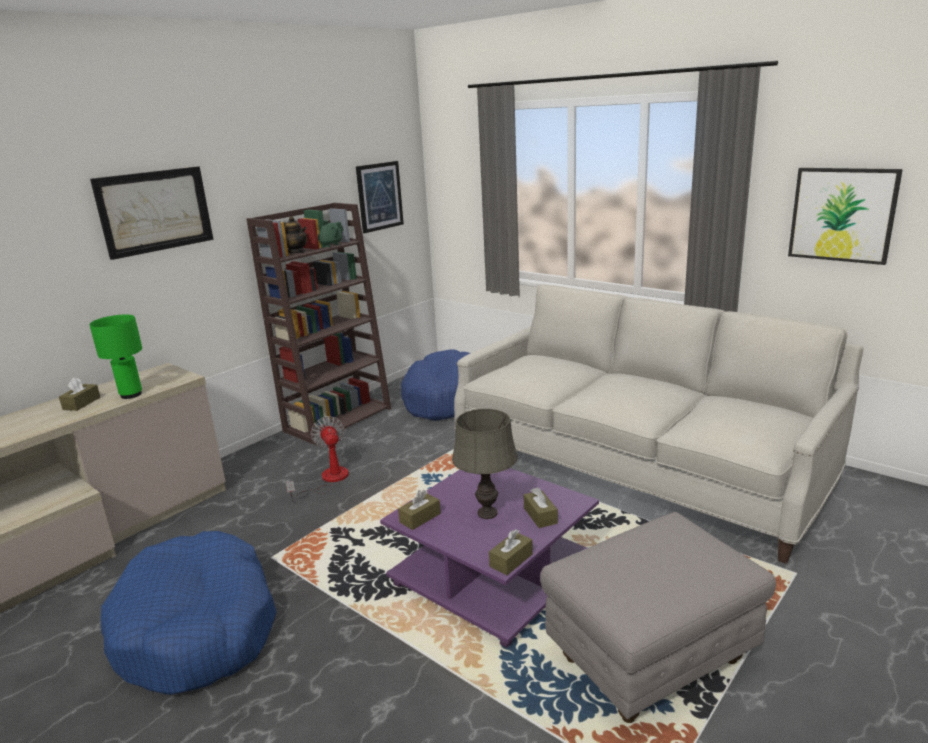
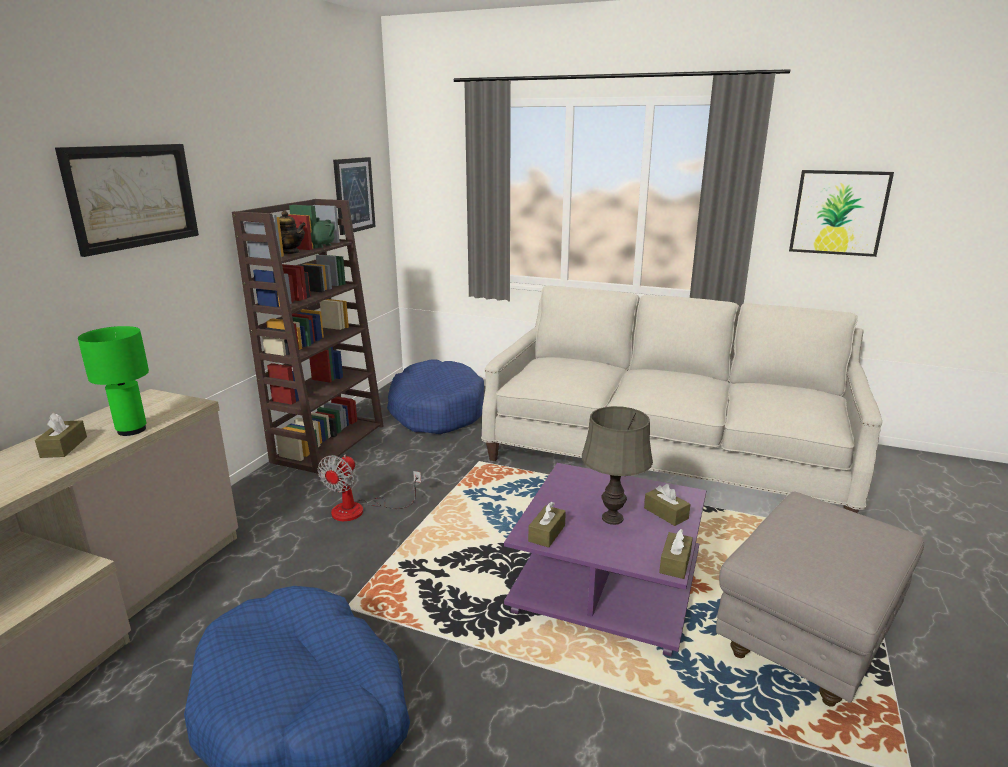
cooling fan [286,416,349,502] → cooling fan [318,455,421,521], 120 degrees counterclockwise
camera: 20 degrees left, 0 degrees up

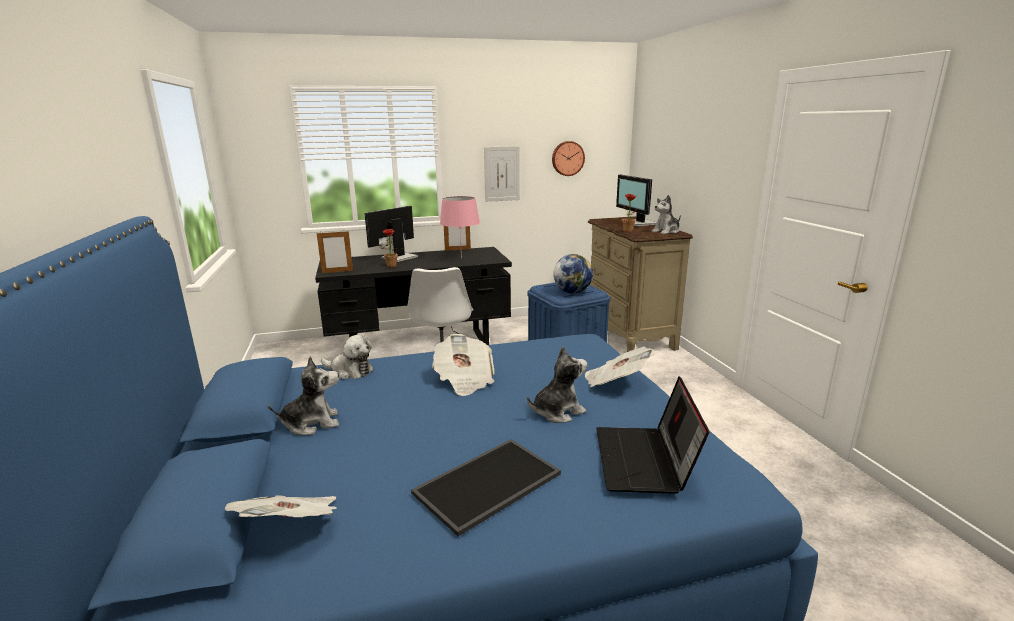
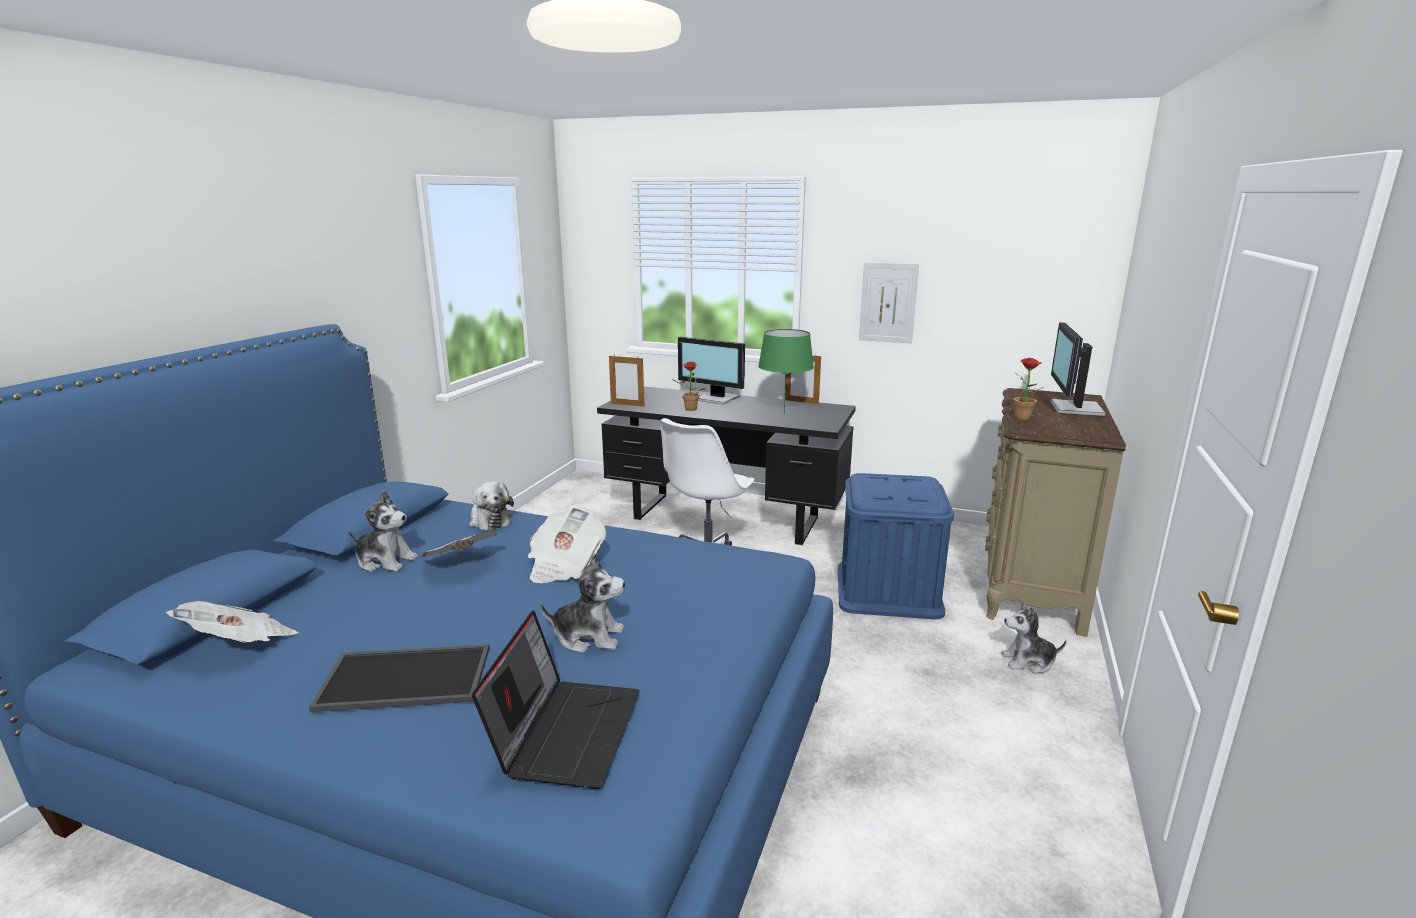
clock on the wall [552,141,585,176] → -
soft toy [651,195,681,234] → soft toy [1001,602,1067,674], shifted
lamp for a table (pinkish) [440,196,480,259] → lamp for a table (green) [758,329,814,415]
computer display [364,206,418,262] → computer display [678,336,745,405], 135 degrees counterclockwise
desk globe [553,254,593,294] → -
printed paper [584,347,655,387] → printed paper [421,530,498,558], shifted
laptop [596,376,709,494] → laptop [472,610,640,789], 150 degrees clockwise
camera: 35 degrees right, 0 degrees up

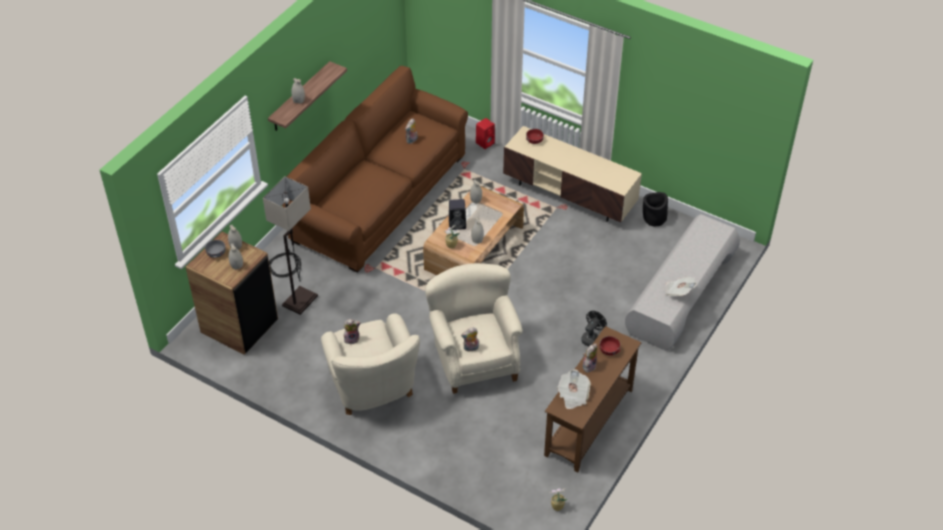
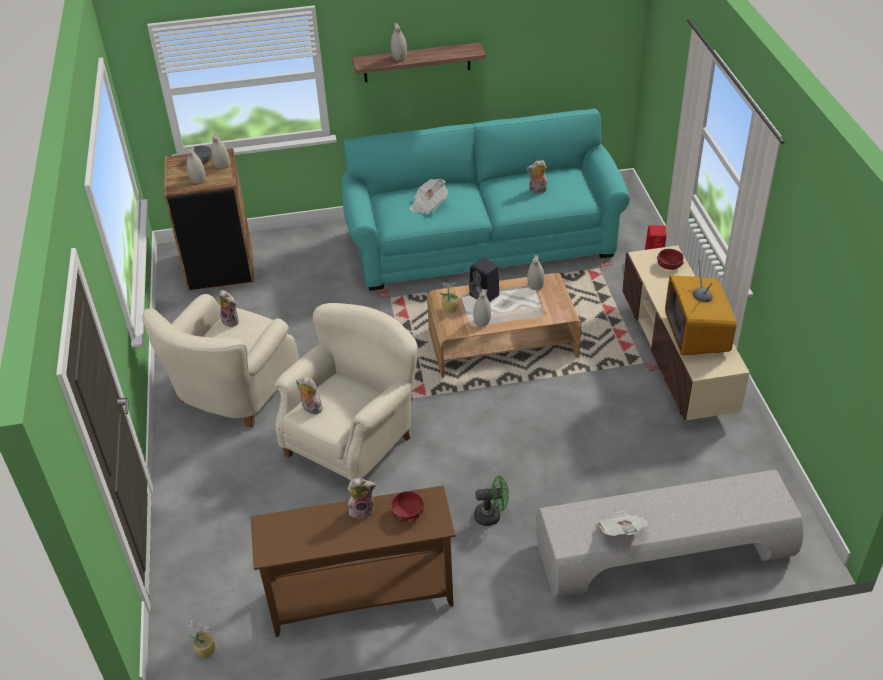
settee (brown-coloured) [282,66,468,273] → settee (blue-green) [341,108,630,291]
standing lamp [263,176,318,315] → -
planter (black) [643,192,668,226] → -
cooling fan (black) [581,311,607,346] → cooling fan (green) [474,476,509,526]
printed paper [557,370,591,409] → printed paper [410,179,448,214], shifted
- → television [665,260,737,356]
camera: 50 degrees right, 5 degrees down

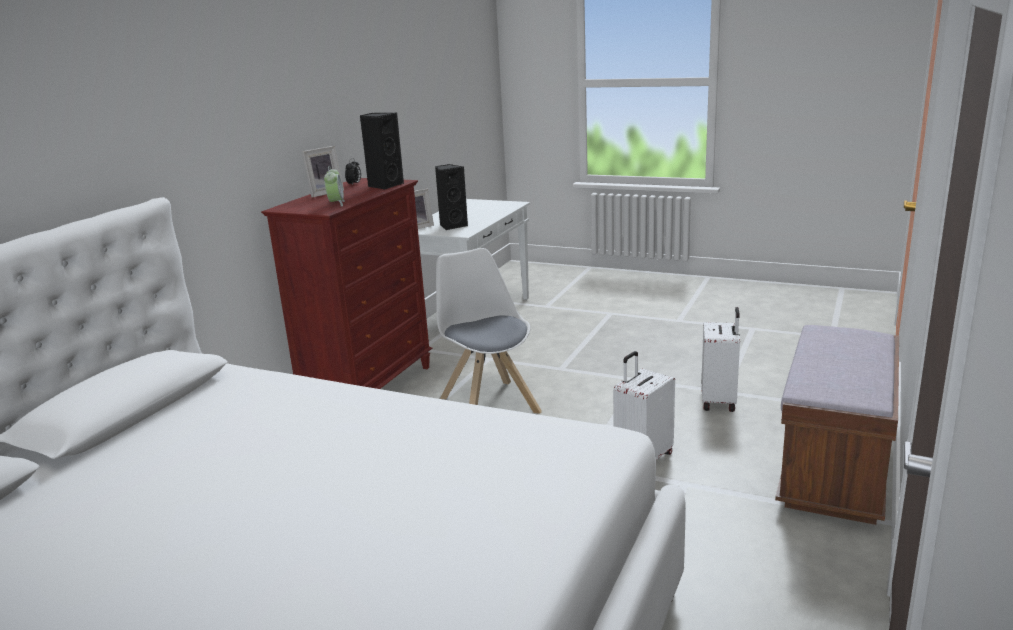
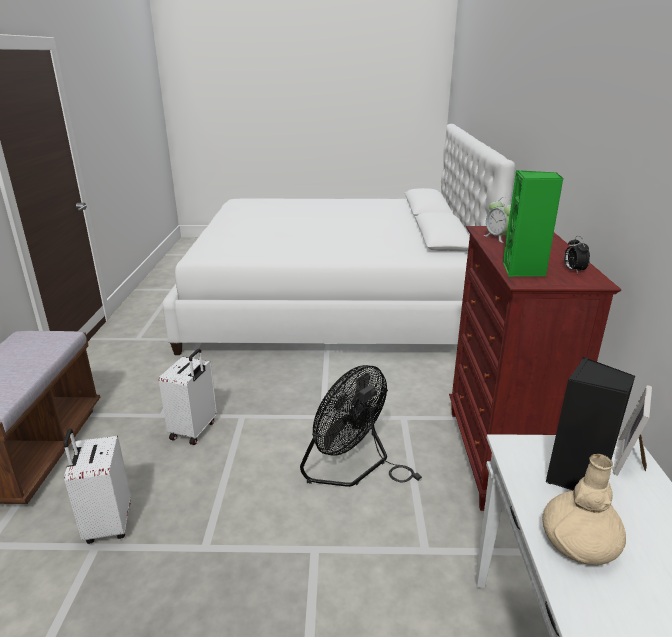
audio speaker (black) [360,113,404,190] → audio speaker (green) [503,170,564,277]
photo frame [301,146,344,198] → -
upright chair [436,248,542,414] → cooling fan (black) [300,365,422,487]
- → flower vase (sand-coloured) [542,454,626,565]
camera: 155 degrees right, 5 degrees up

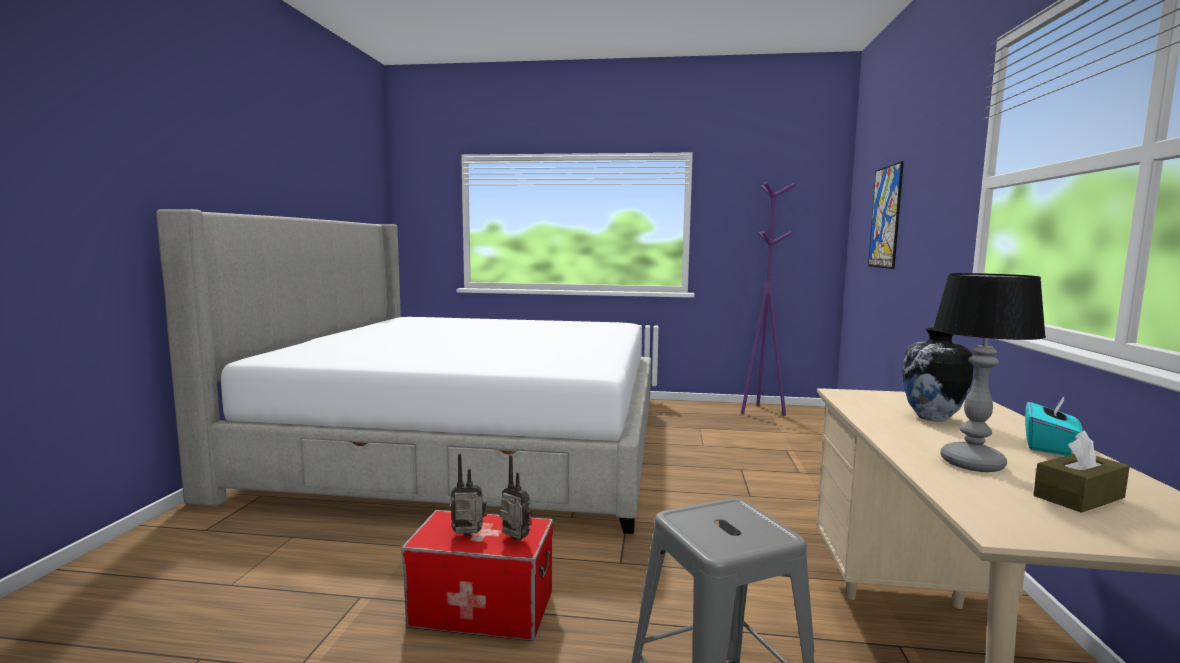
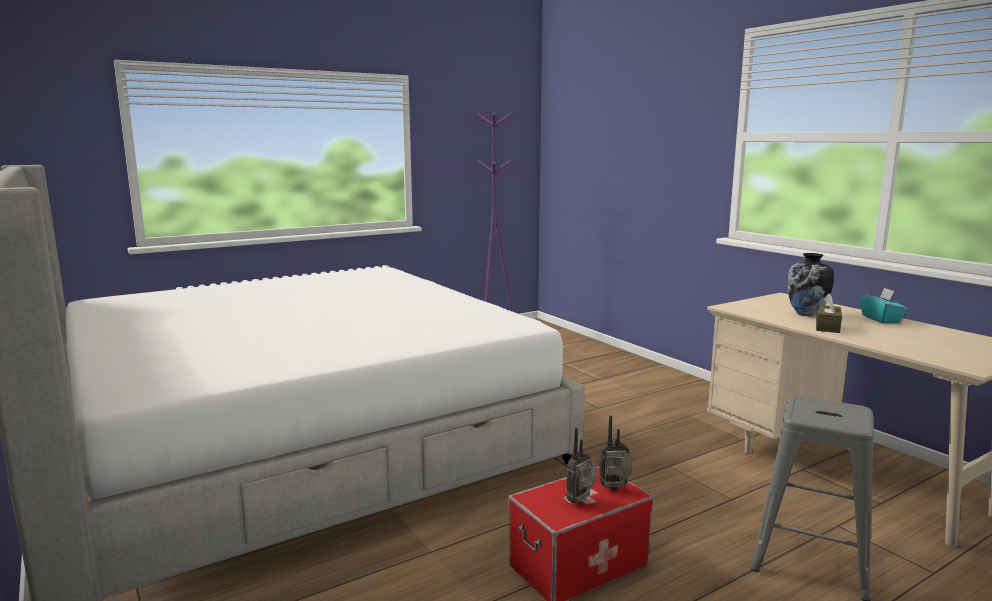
wall art [868,161,904,269] → -
lamp for a table [932,273,1046,472] → -
tissue box (brown-coloured) [1033,430,1130,513] → tissue box (brown-coloured) [816,293,842,333], shifted
camera: 40 degrees left, 5 degrees up

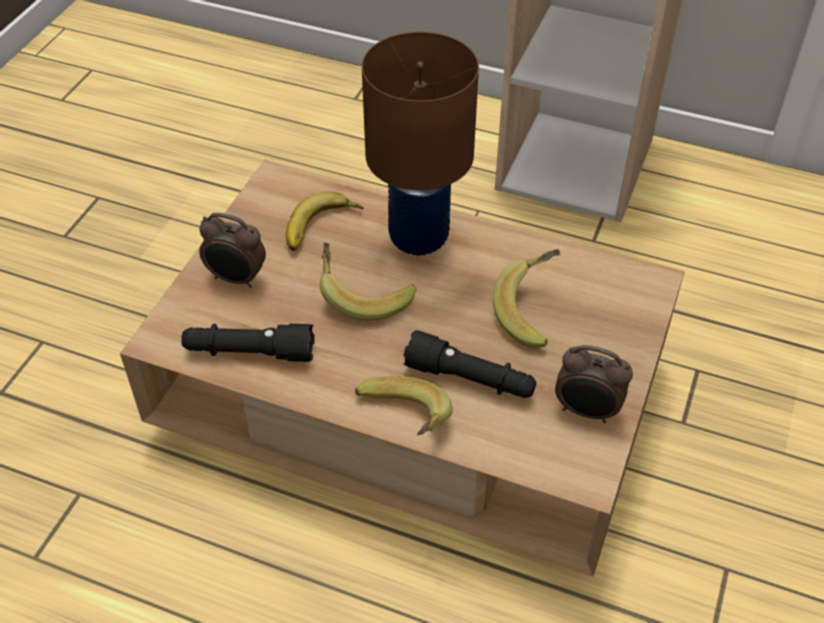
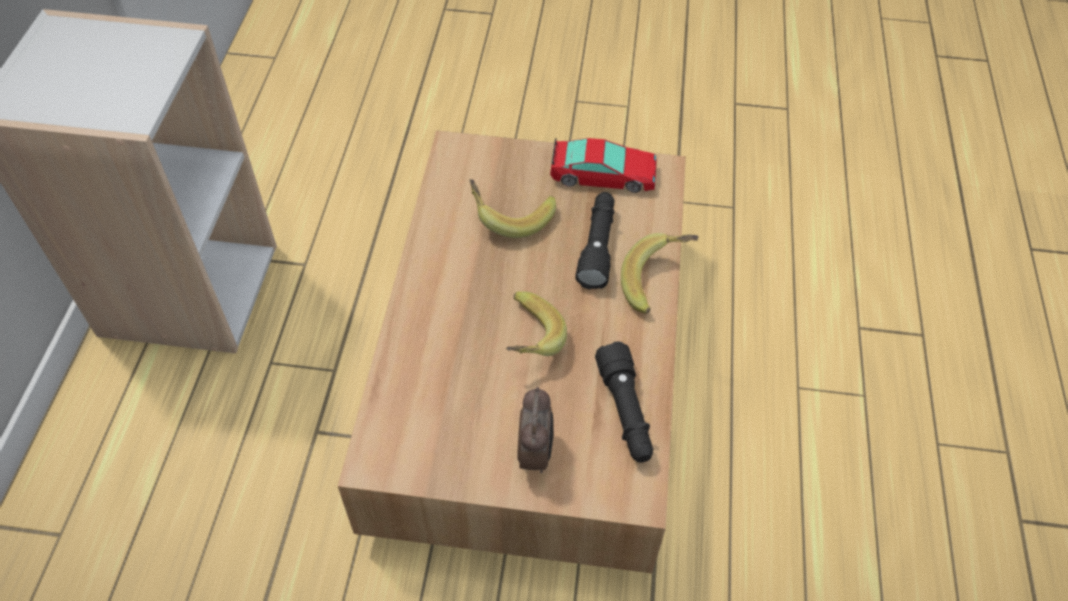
lamp for a table (brown-coloured) [362,32,479,256] → -
whole banana [286,191,363,250] → -
alarm clock [555,345,633,423] → toy car [550,138,657,193]
camera: 105 degrees left, 5 degrees up

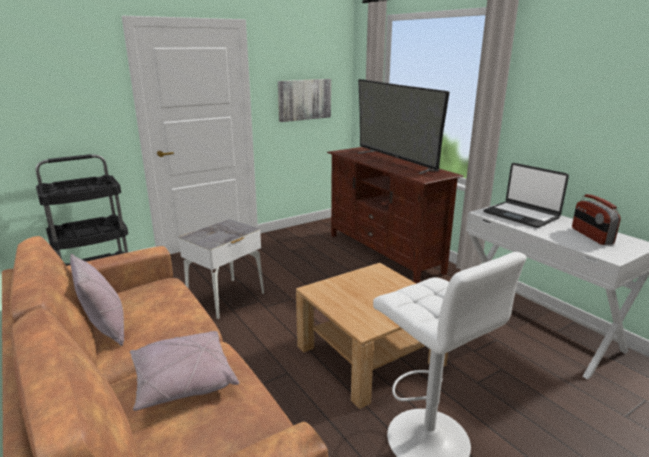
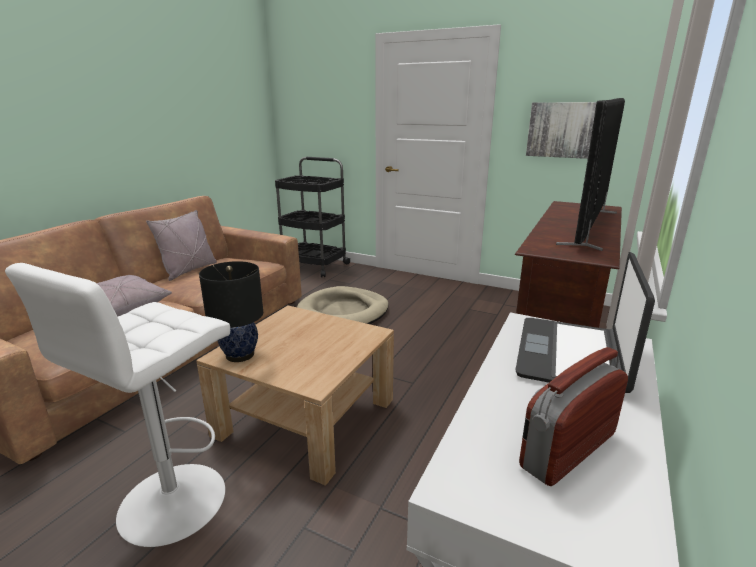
accent table [179,219,264,319] → dog cushion (sand-coloured) [297,286,389,324]
- → lamp for a table (black) [199,261,263,362]
camera: 60 degrees right, 0 degrees up

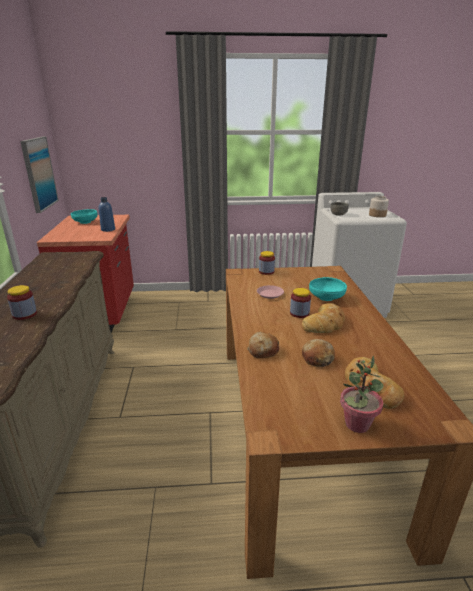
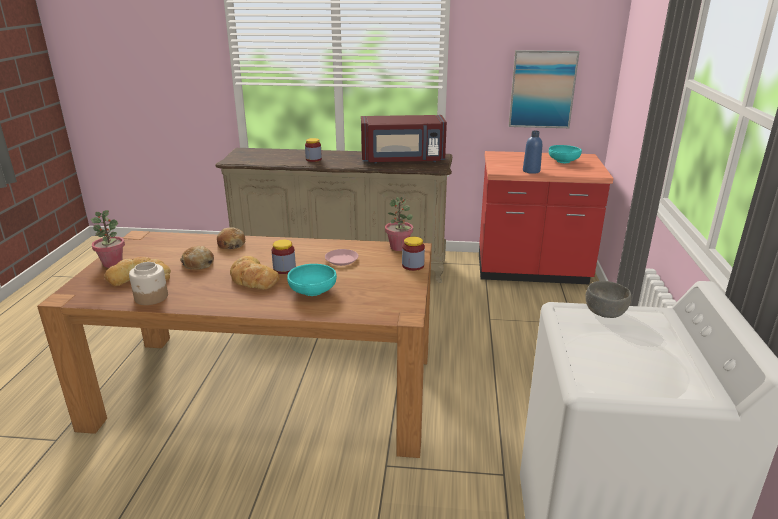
preserve jar [369,196,389,217] → preserve jar [129,262,168,305], shifted
- → microwave oven (red) [361,115,447,164]
- → potted plant [385,197,413,251]
camera: 100 degrees right, 0 degrees up

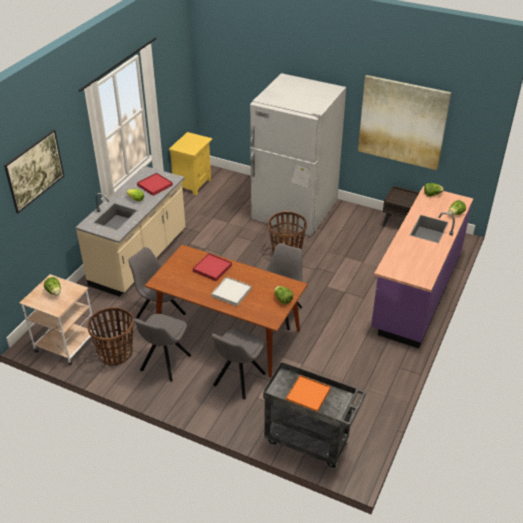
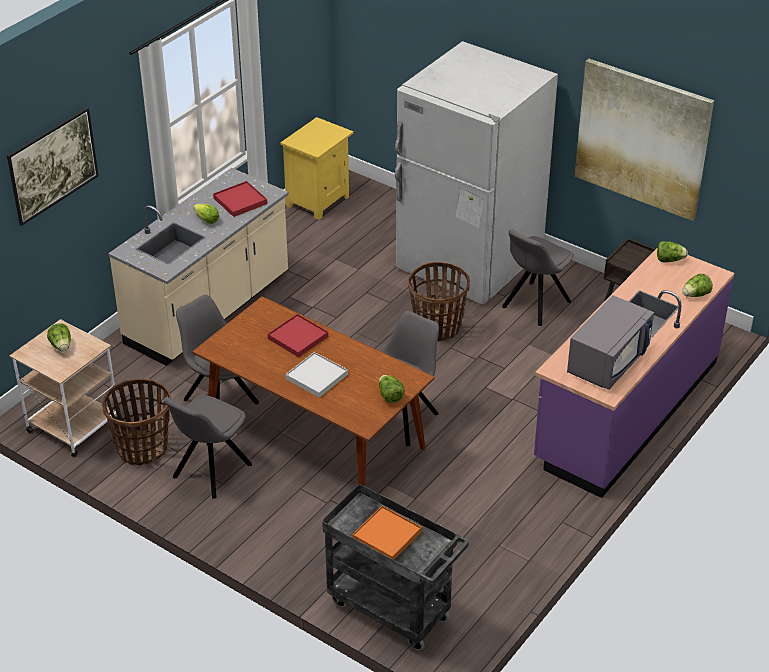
upright chair (grey) [212,329,266,400] → upright chair (grey) [502,230,574,326], shifted
- → microwave oven (grey) [567,295,654,390]
camera: 10 degrees right, 0 degrees up

